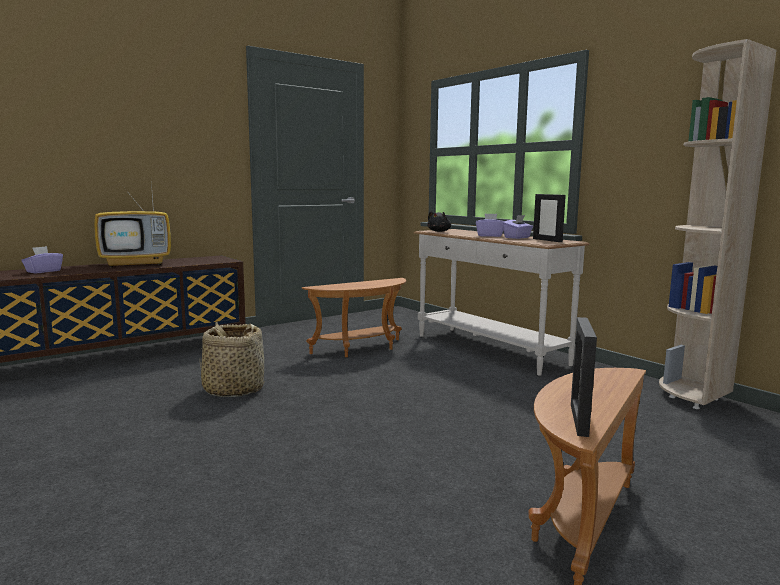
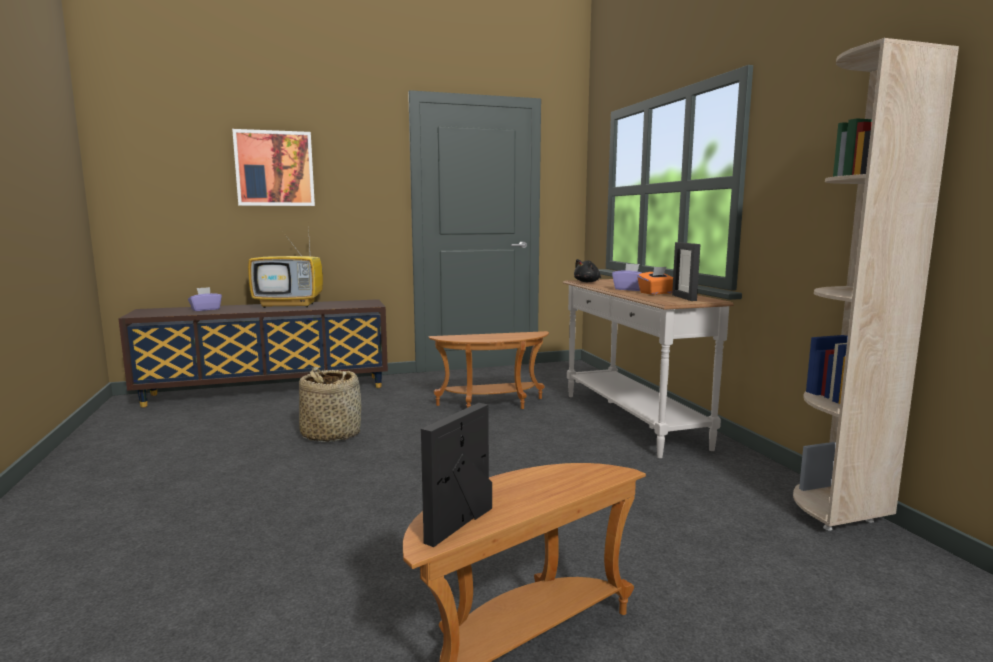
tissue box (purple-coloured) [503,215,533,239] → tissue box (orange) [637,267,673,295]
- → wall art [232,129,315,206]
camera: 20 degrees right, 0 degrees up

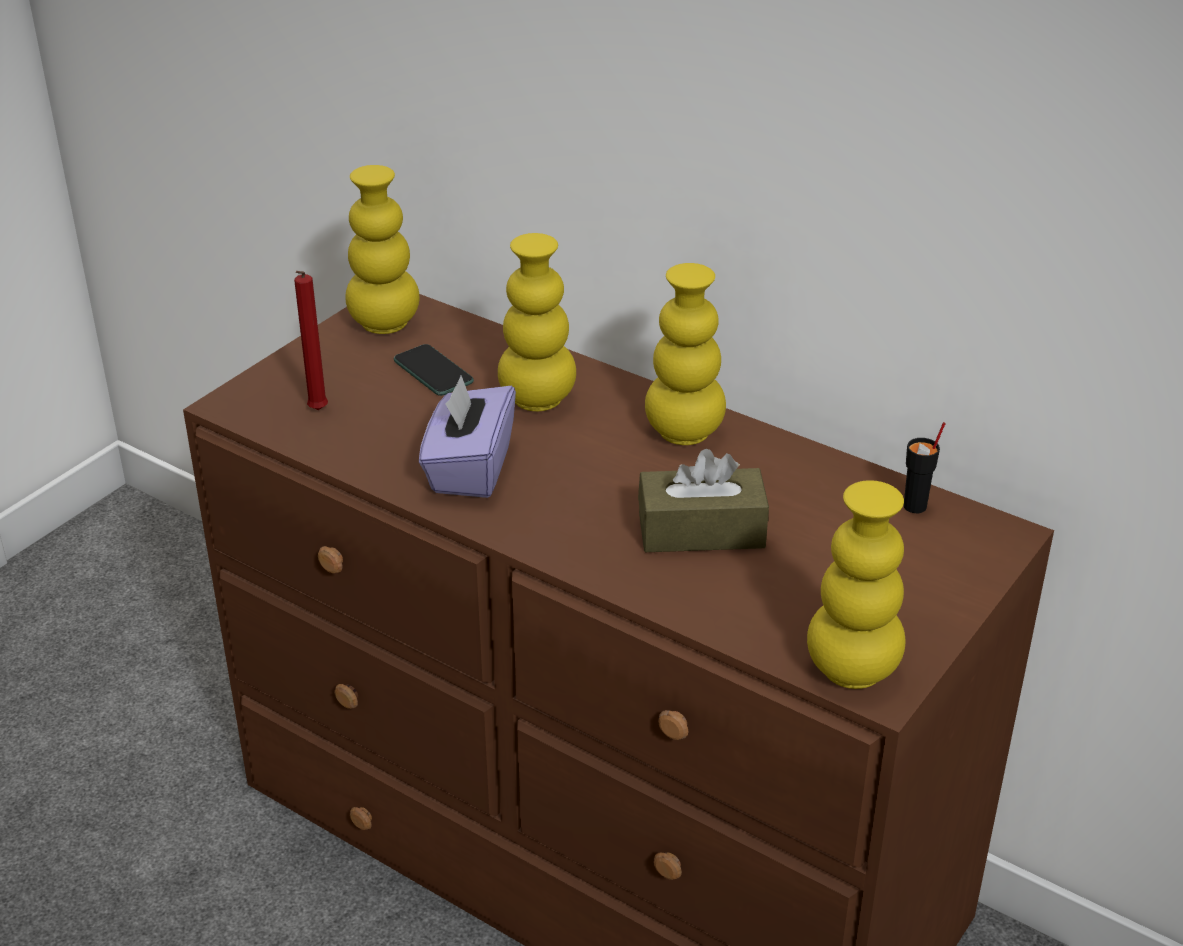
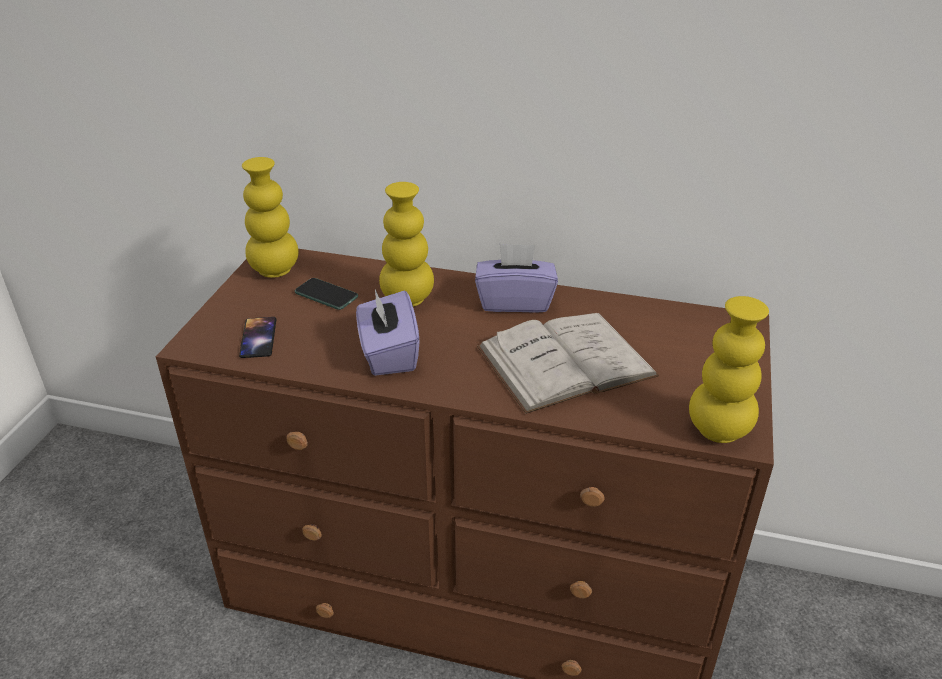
flower vase (yellowish) [645,263,726,445] → tissue box (purple-coloured) [475,243,558,313]
wax candle (red) [294,271,328,410] → telephone [239,317,276,358]
small cup (black) [904,422,946,513] → -
tissue box (brown-coloured) [638,449,769,552] → bound book (whitish) [477,313,659,414]
camera: 20 degrees left, 0 degrees up

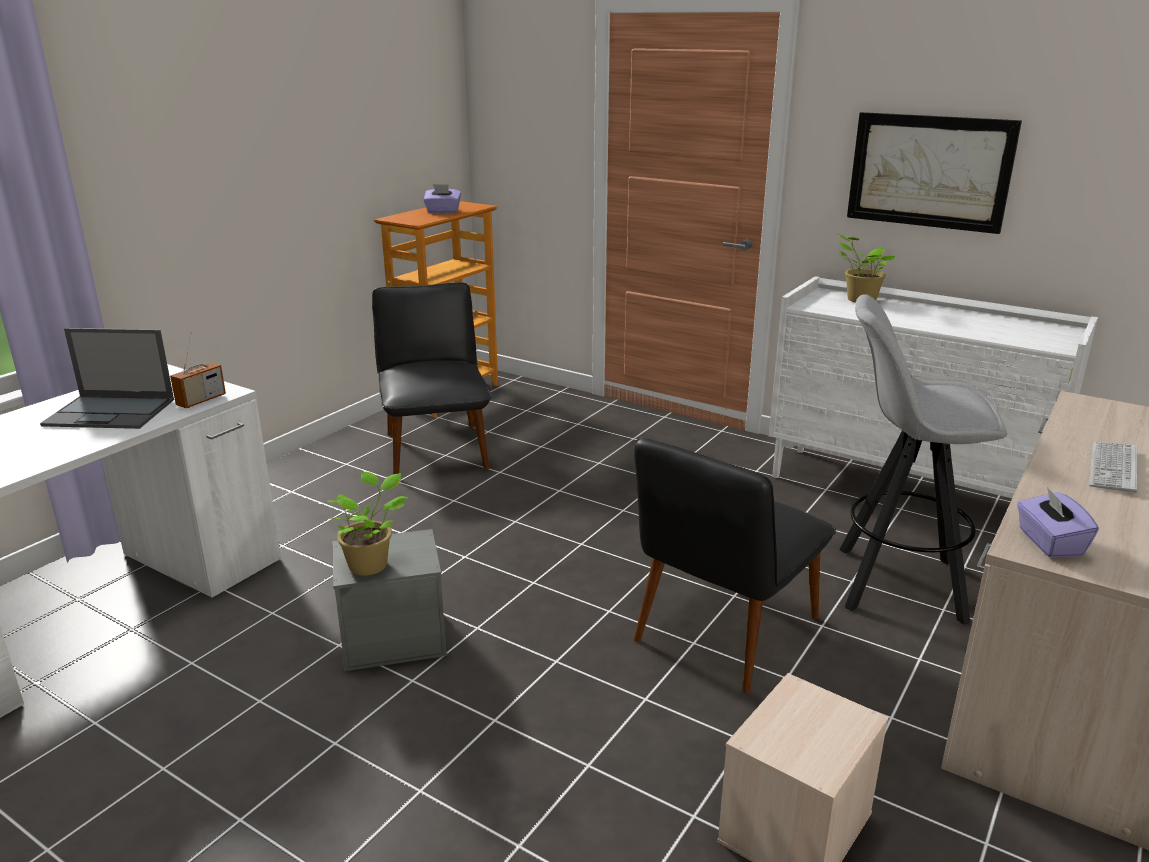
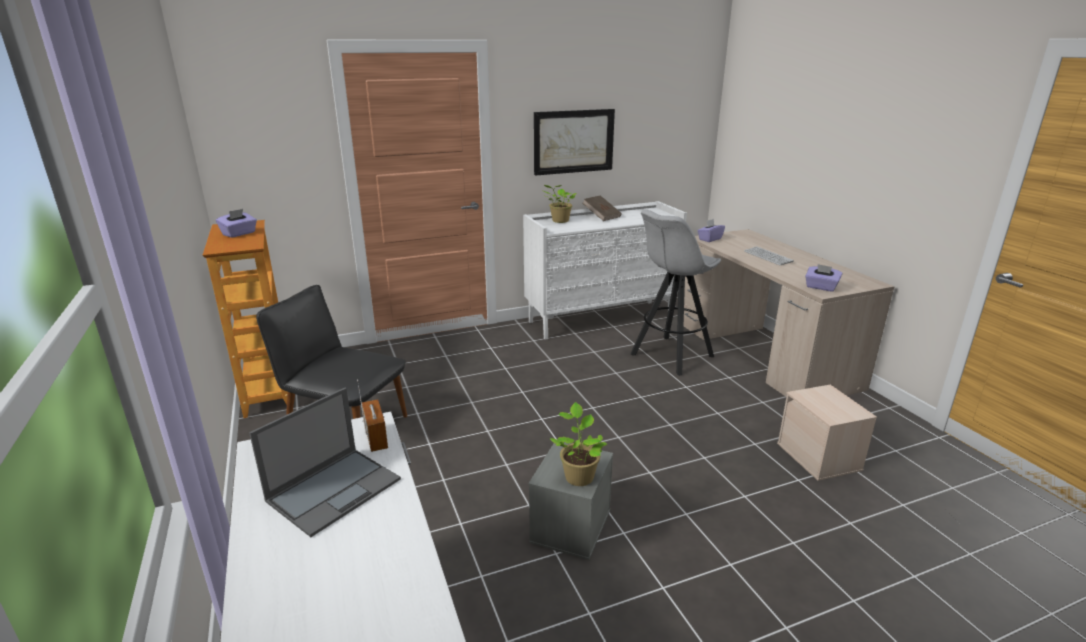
upright chair (black) [634,438,836,694] → -
- → bound book (brown-coloured) [583,195,622,221]
- → tissue box (purple-coloured) [697,219,725,242]
camera: 55 degrees left, 0 degrees up

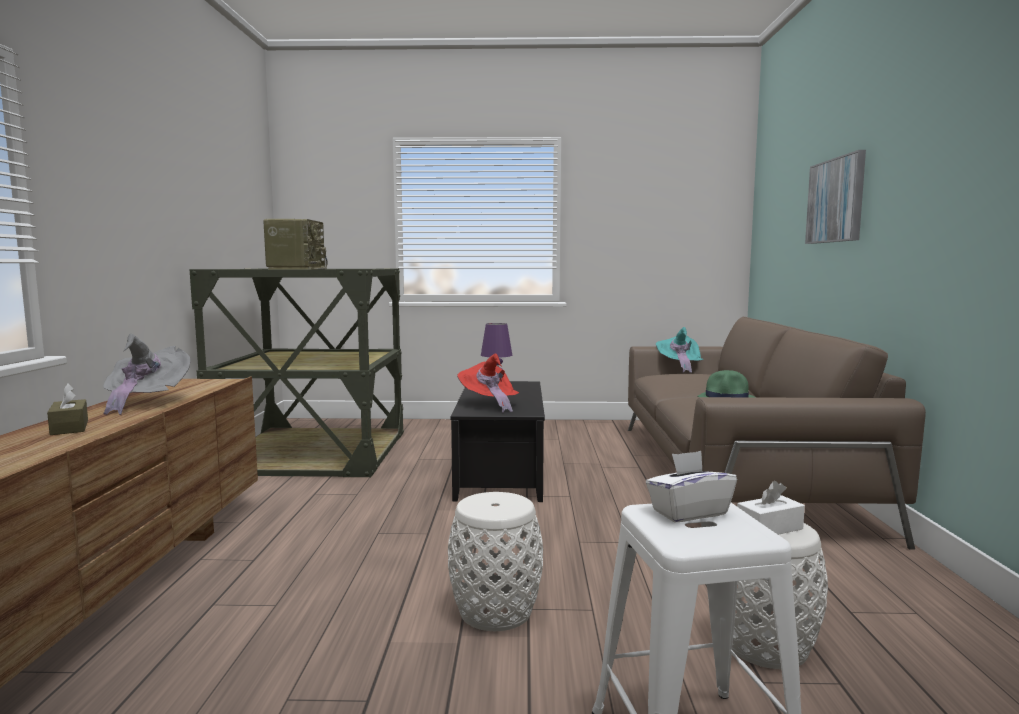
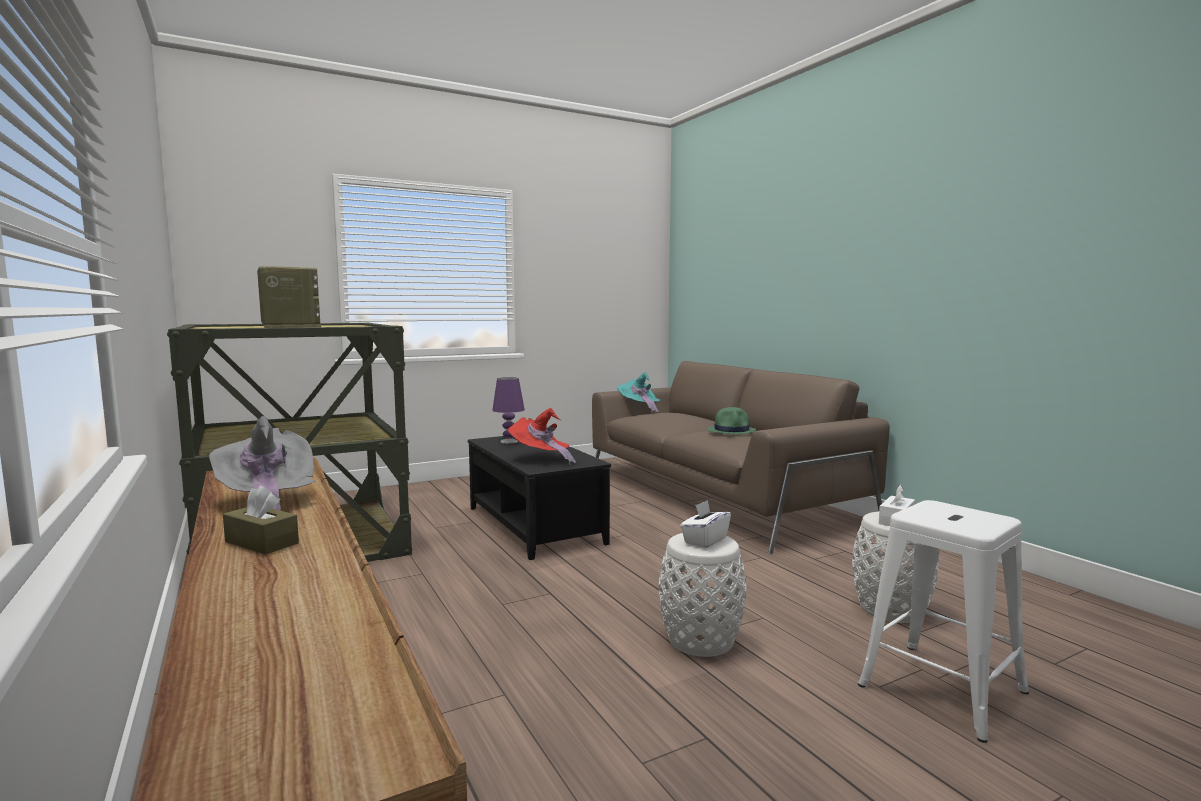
wall art [805,150,866,244] → -
tissue box (whitish) [646,451,737,523] → tissue box (whitish) [680,500,731,548], shifted
camera: 30 degrees left, 0 degrees up

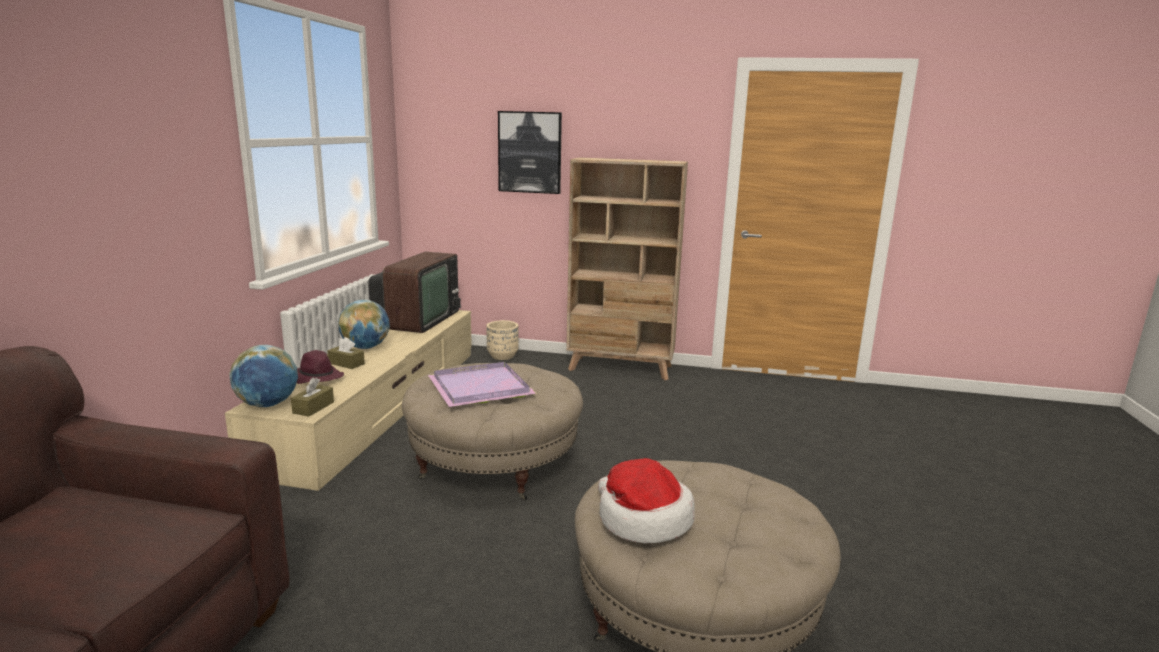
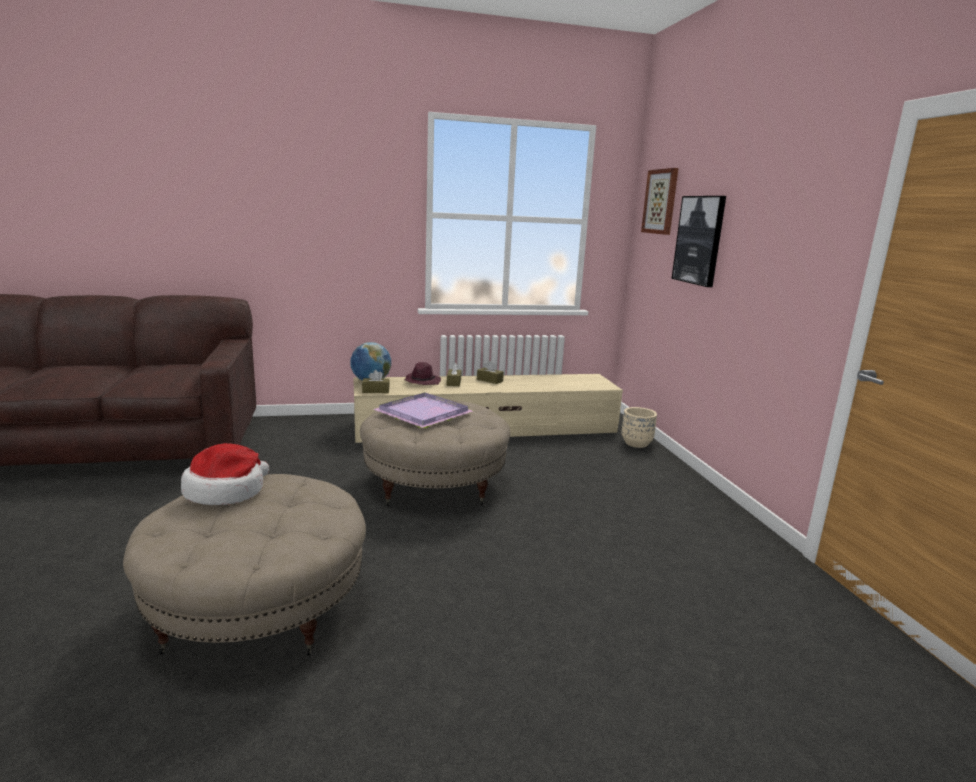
bookcase (sand-coloured) [566,157,688,380] → -
television [368,252,461,333] → -
desk globe [338,300,390,349] → tissue box (brown-coloured) [477,361,504,384]
- → wall art [641,168,678,235]
camera: 65 degrees right, 0 degrees up

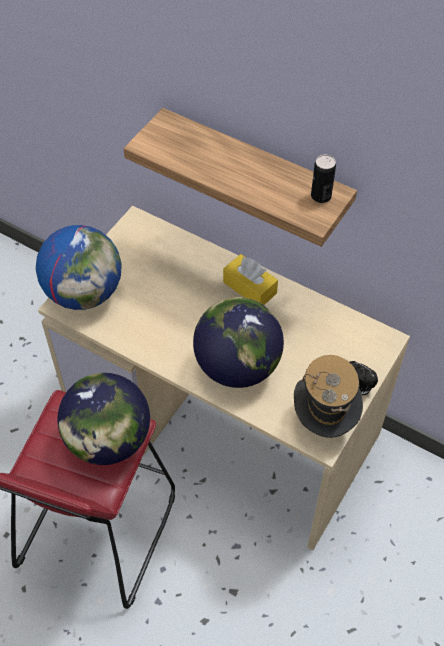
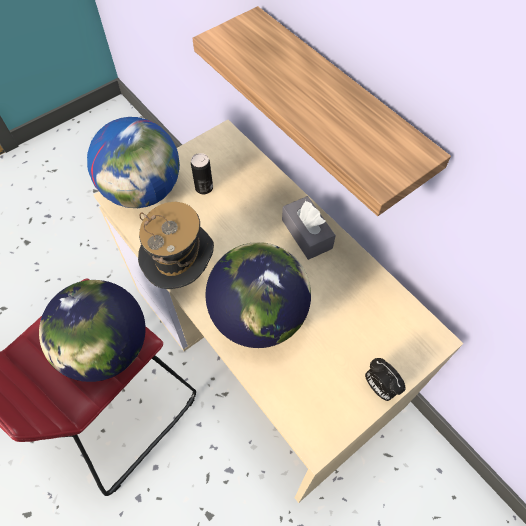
can [311,155,336,203] → can [191,153,213,194], shifted
tissue box (yellowish) [223,254,278,305] → tissue box (grey) [282,196,336,260]
wearable hat [294,355,363,438] → wearable hat [138,202,214,289], shifted
camera: 20 degrees right, 5 degrees up

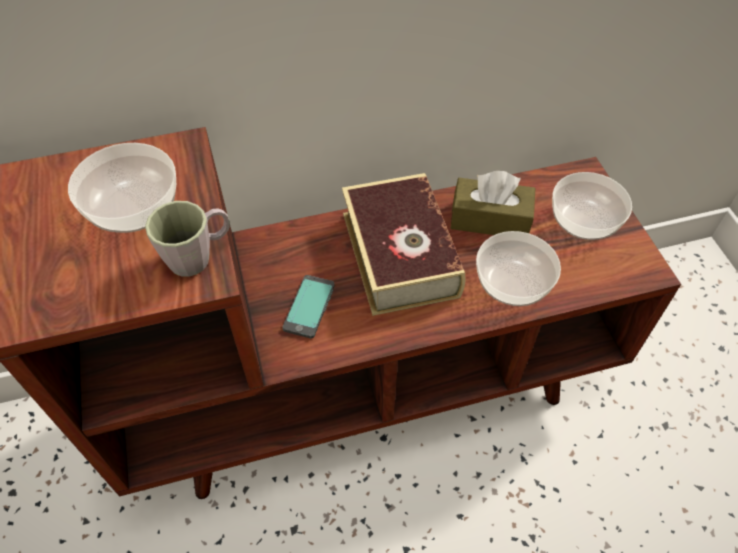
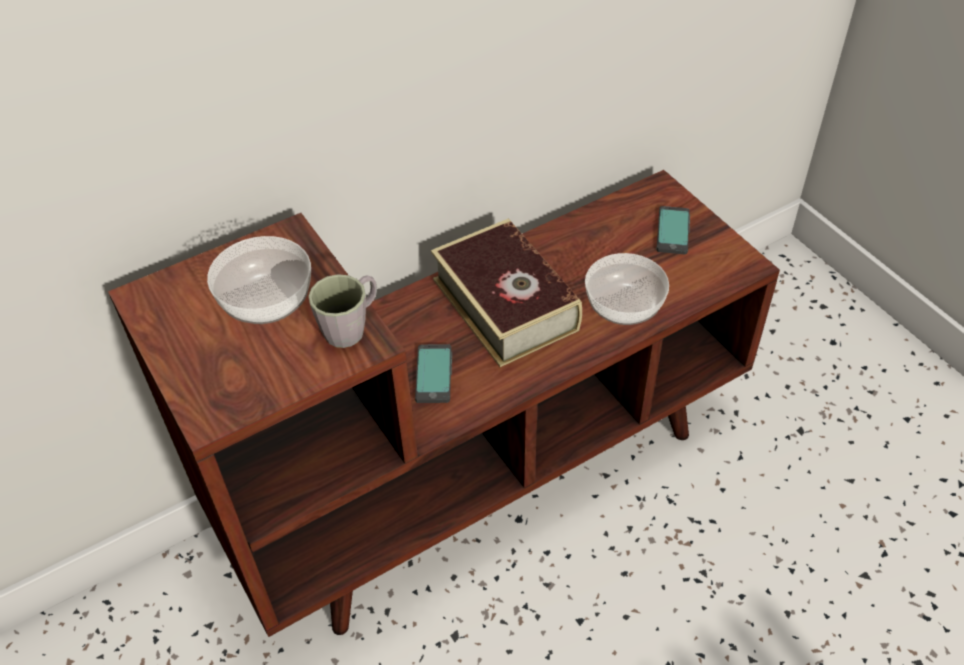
tissue box (brown-coloured) [451,171,536,235] → -
deep dish [552,172,632,240] → telephone [656,206,690,254]
camera: 15 degrees left, 5 degrees down

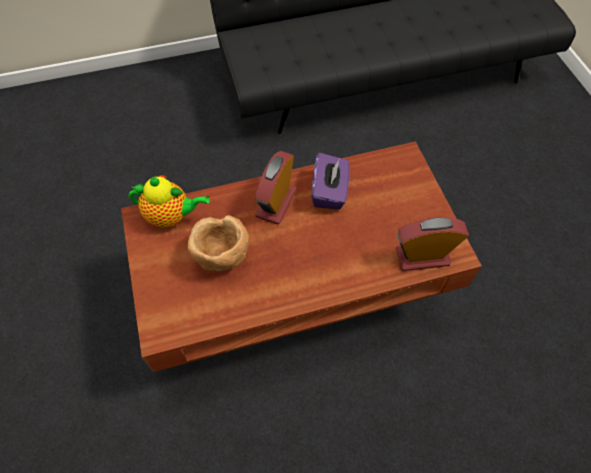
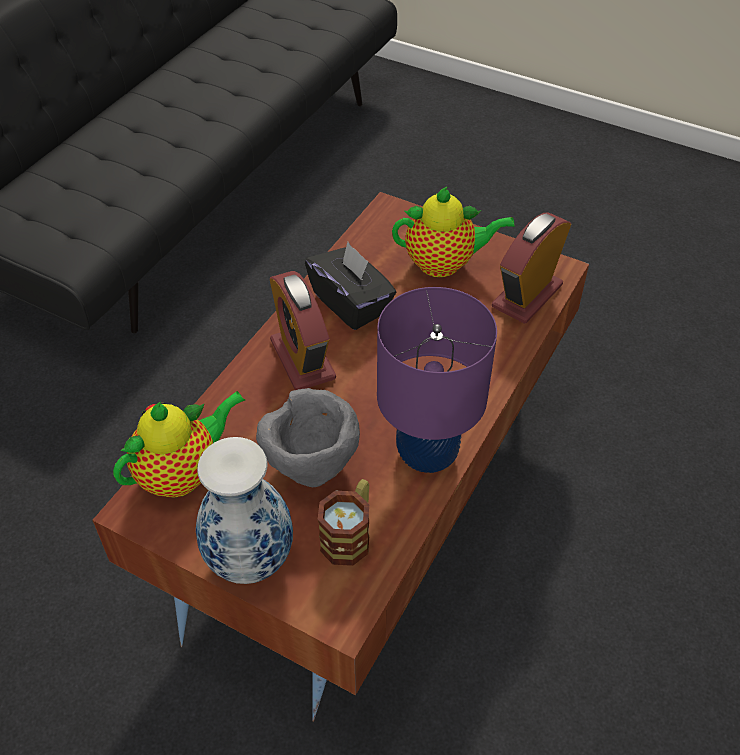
tissue box (purple-coloured) [312,153,350,210] → tissue box (black) [305,242,396,330]
deep dish (brown-coloured) [188,215,249,271] → deep dish (grey) [256,388,360,487]
- → pot for tea [392,187,515,277]
- → lamp for a table (purple-coloured) [377,287,497,473]
- → flower vase [196,437,293,584]
- → tea mug [318,479,369,566]
camera: 45 degrees left, 10 degrees down

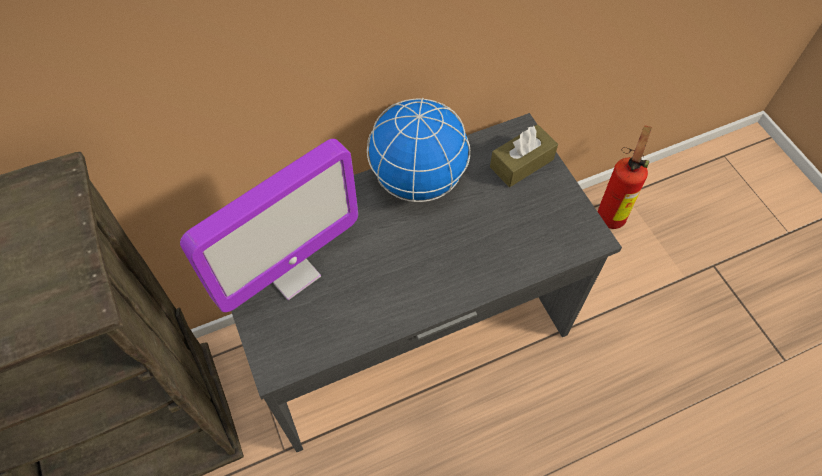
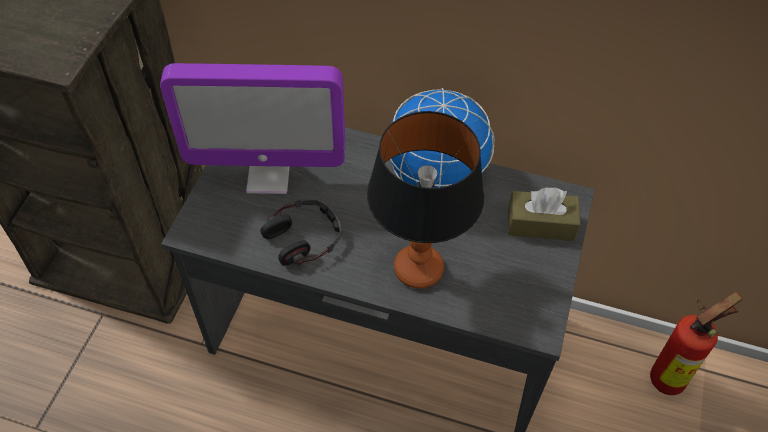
- → lamp for a table [367,111,484,288]
- → pair of headphones [260,199,342,266]
camera: 40 degrees right, 5 degrees down

